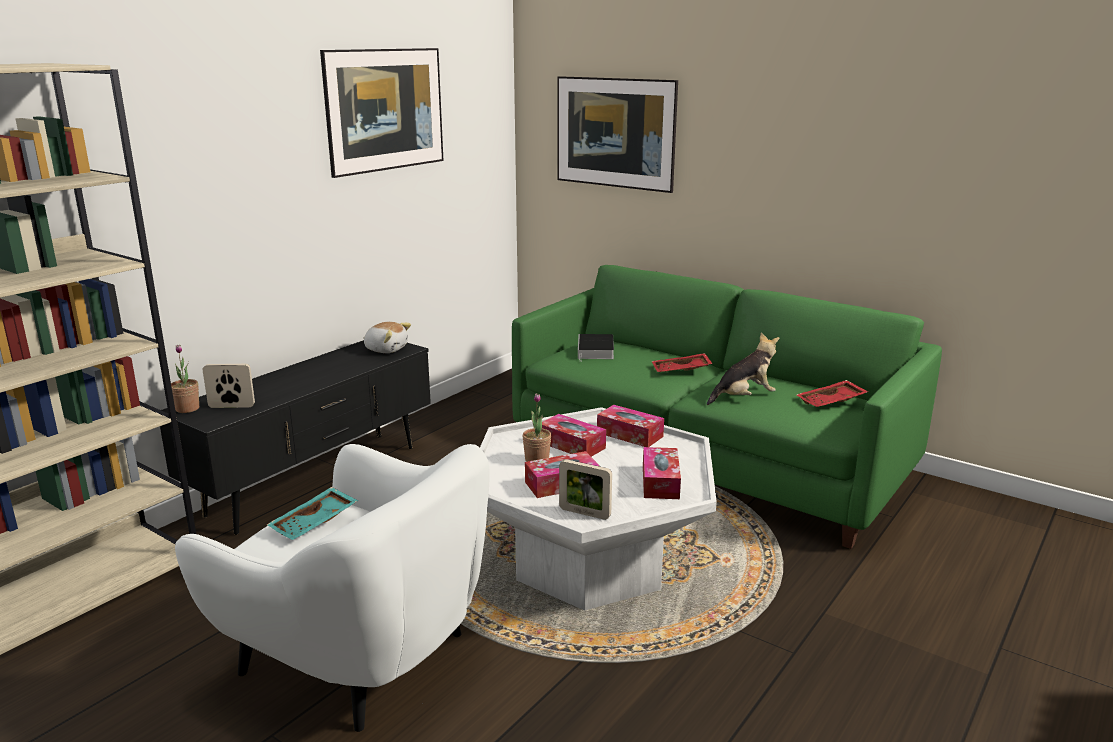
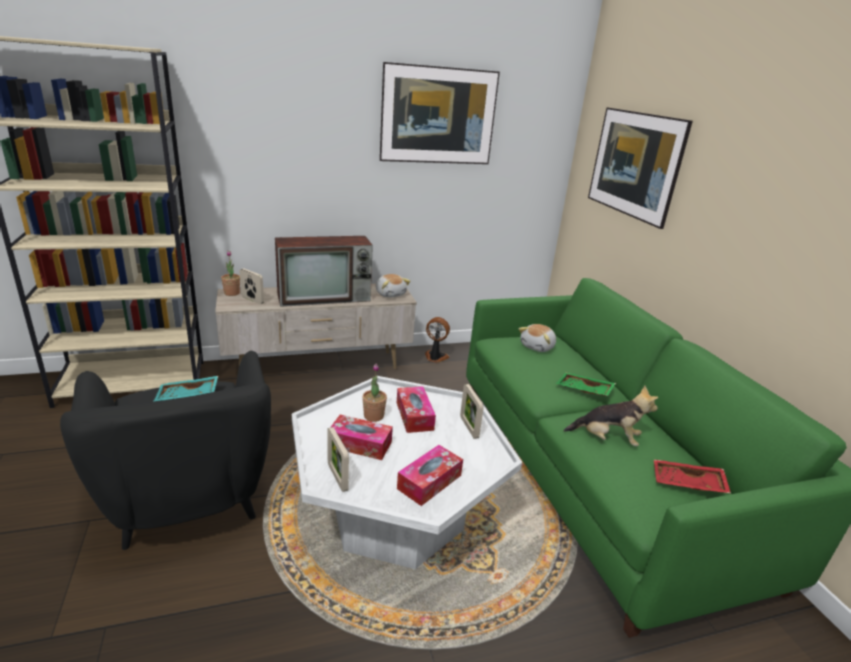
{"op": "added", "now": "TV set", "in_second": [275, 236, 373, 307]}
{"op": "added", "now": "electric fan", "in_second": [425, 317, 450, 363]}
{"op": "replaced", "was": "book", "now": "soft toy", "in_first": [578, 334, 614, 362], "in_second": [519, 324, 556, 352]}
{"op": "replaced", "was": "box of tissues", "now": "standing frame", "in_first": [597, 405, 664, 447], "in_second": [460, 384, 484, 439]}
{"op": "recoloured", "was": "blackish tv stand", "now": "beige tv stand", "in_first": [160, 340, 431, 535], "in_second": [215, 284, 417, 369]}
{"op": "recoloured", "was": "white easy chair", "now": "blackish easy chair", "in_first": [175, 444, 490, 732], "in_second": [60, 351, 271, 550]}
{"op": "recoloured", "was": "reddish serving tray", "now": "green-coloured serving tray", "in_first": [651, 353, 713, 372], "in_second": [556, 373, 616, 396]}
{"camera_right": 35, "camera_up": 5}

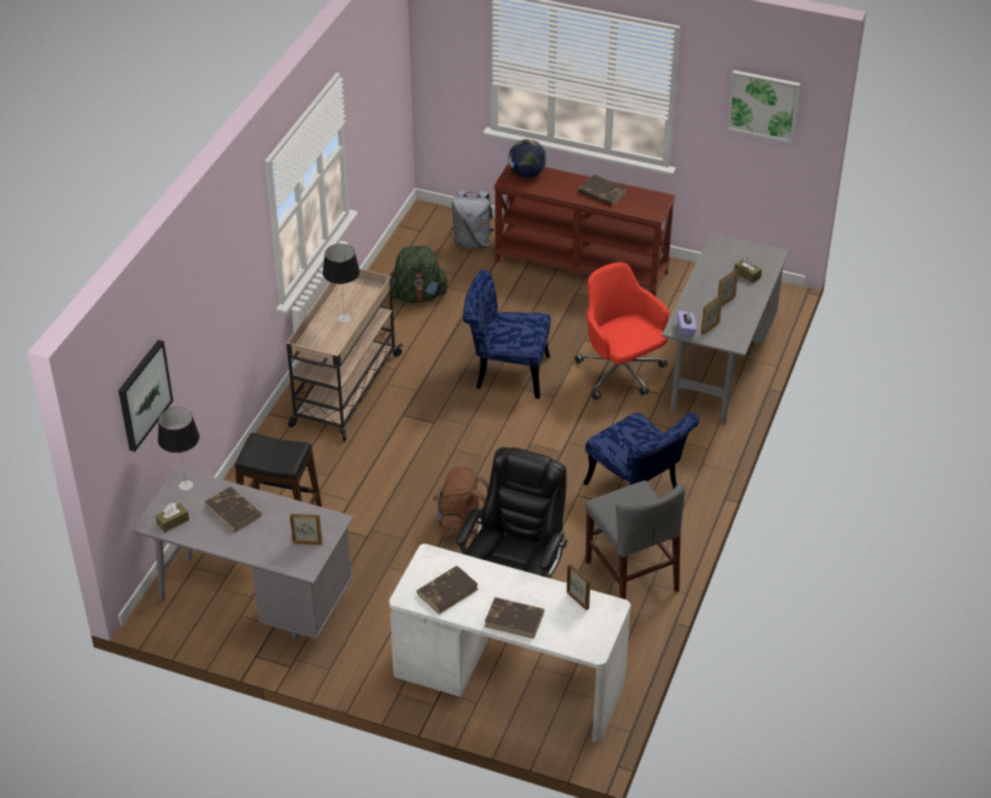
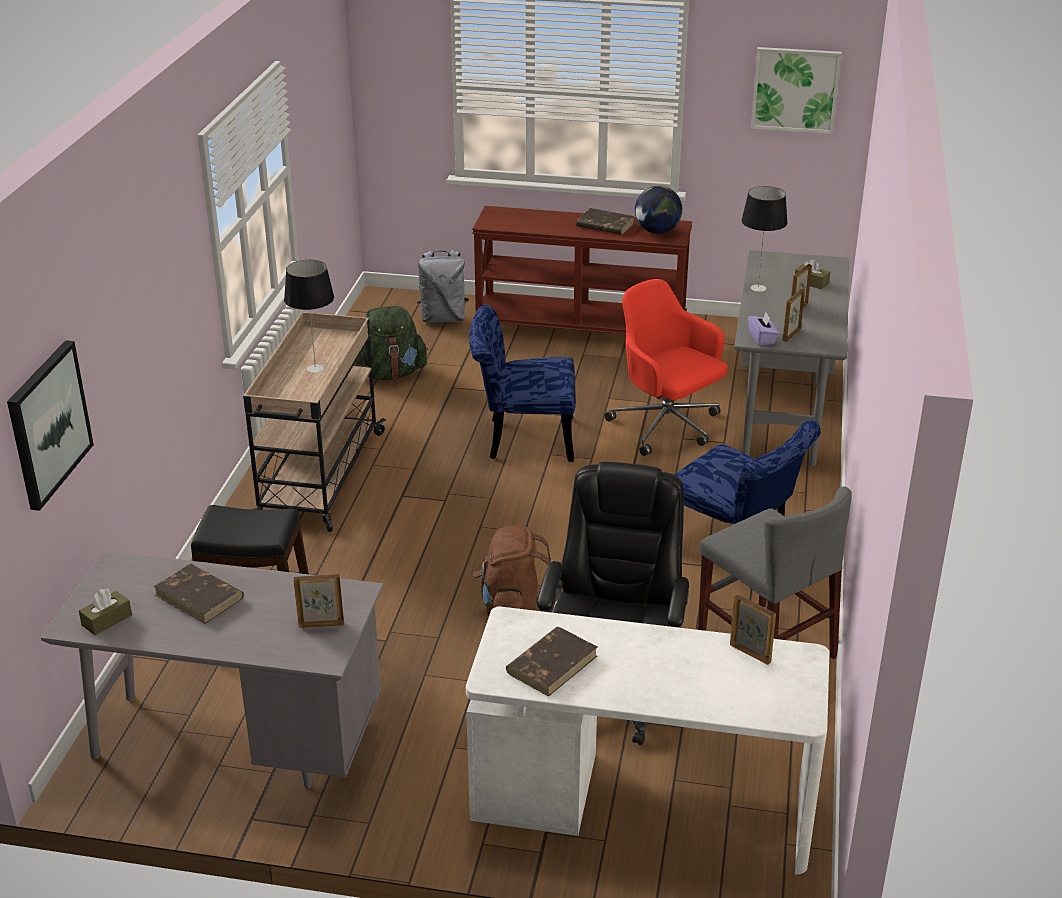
{"op": "removed", "was": "brownish book", "in_first": [484, 597, 544, 639]}
{"op": "moved", "was": "tabletop lamp", "in_first": [158, 407, 200, 491], "in_second": [741, 186, 788, 292]}
{"op": "moved", "was": "globe", "in_first": [508, 139, 547, 178], "in_second": [635, 186, 682, 234]}
{"camera_right": -10, "camera_up": -10}

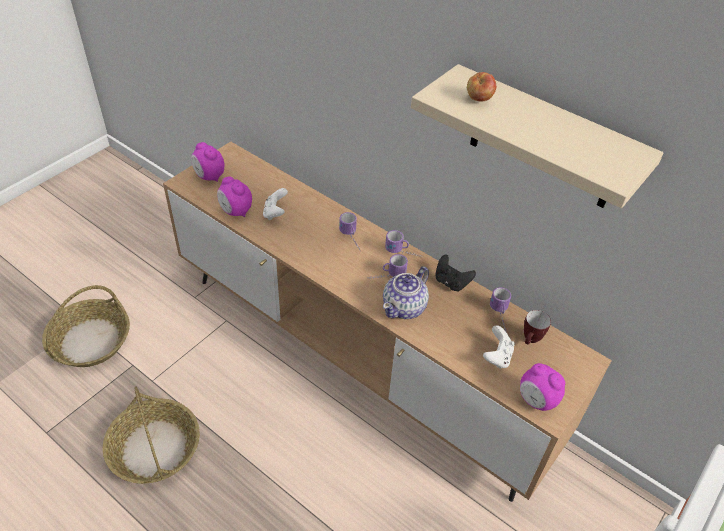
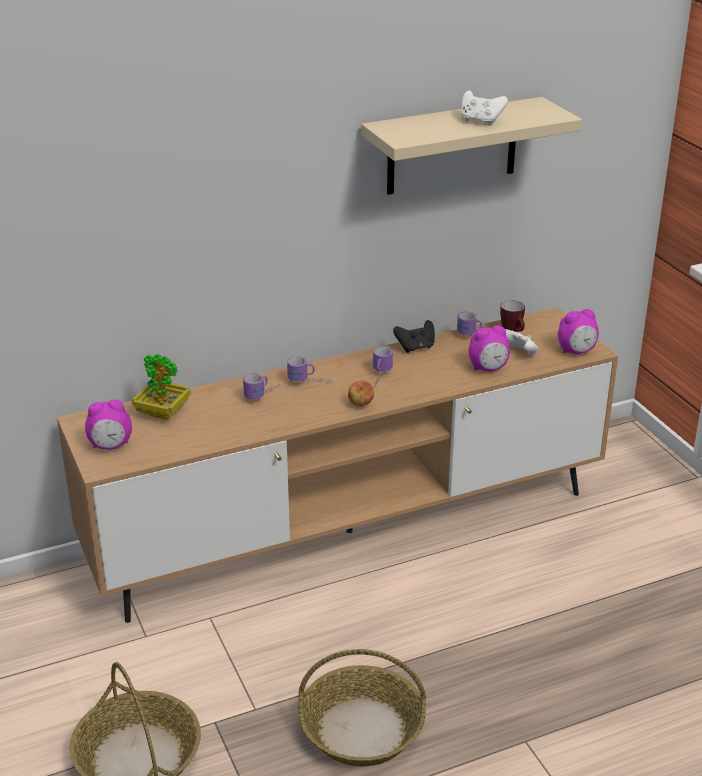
{"op": "removed", "was": "teapot", "in_first": [383, 266, 429, 319]}
{"op": "added", "now": "plant in a pot", "in_second": [132, 354, 191, 420]}
{"op": "moved", "was": "alarm clock", "in_first": [217, 176, 252, 217], "in_second": [469, 325, 510, 372]}
{"op": "moved", "was": "white joypad", "in_first": [263, 188, 288, 220], "in_second": [461, 90, 508, 125]}
{"op": "moved", "was": "tea mug", "in_first": [385, 230, 421, 257], "in_second": [243, 373, 279, 399]}
{"op": "moved", "was": "apple fruit", "in_first": [467, 72, 496, 102], "in_second": [348, 380, 374, 407]}
{"camera_right": -60, "camera_up": -15}

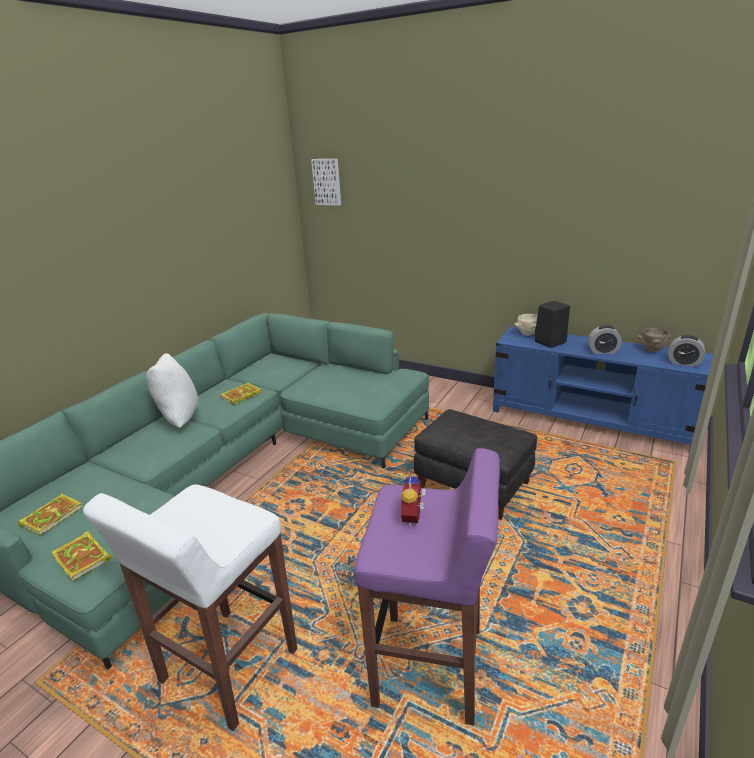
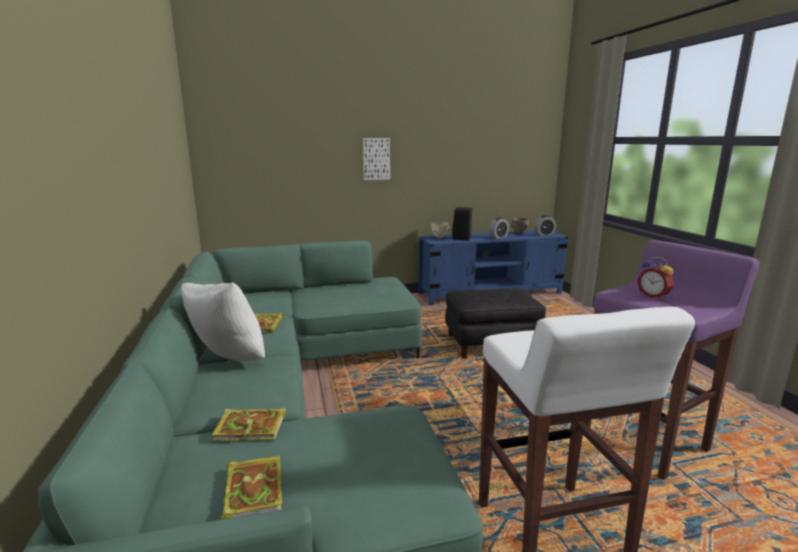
{"op": "moved", "was": "book", "in_first": [51, 531, 112, 581], "in_second": [212, 408, 286, 441]}
{"op": "moved", "was": "wall picture", "in_first": [311, 159, 341, 206], "in_second": [363, 138, 390, 180]}
{"camera_right": -45, "camera_up": -10}

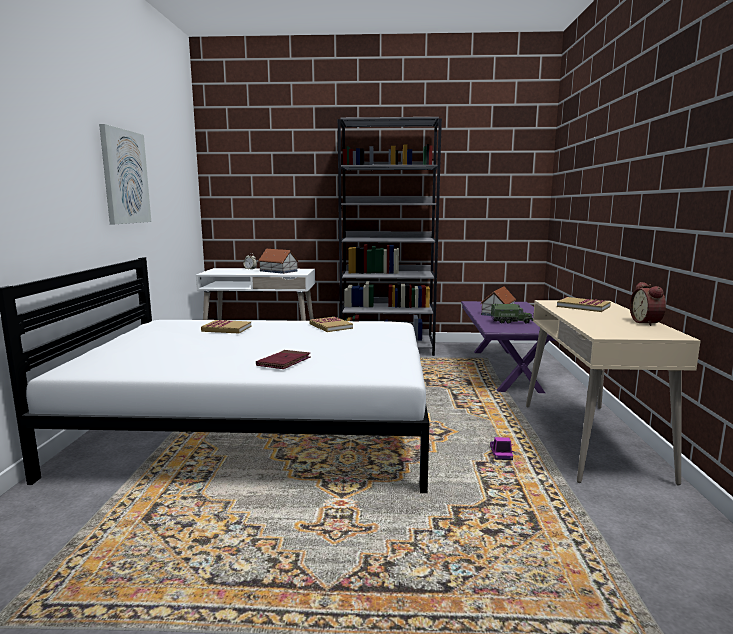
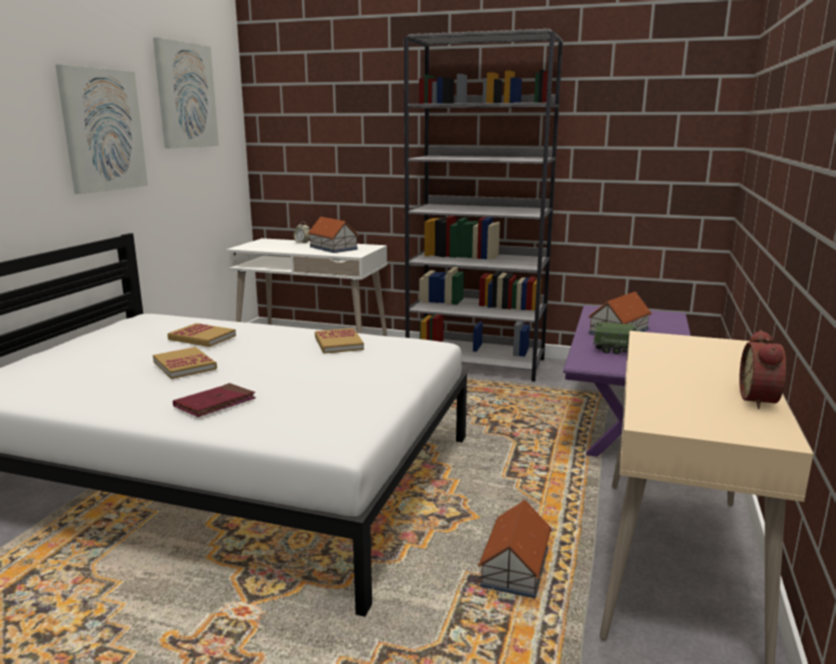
{"op": "added", "now": "wall picture", "in_second": [153, 37, 219, 148]}
{"op": "moved", "was": "book", "in_first": [557, 297, 611, 312], "in_second": [153, 347, 217, 379]}
{"op": "replaced", "was": "toy truck", "now": "toy house", "in_first": [490, 437, 514, 460], "in_second": [478, 500, 552, 599]}
{"camera_right": 15, "camera_up": 5}

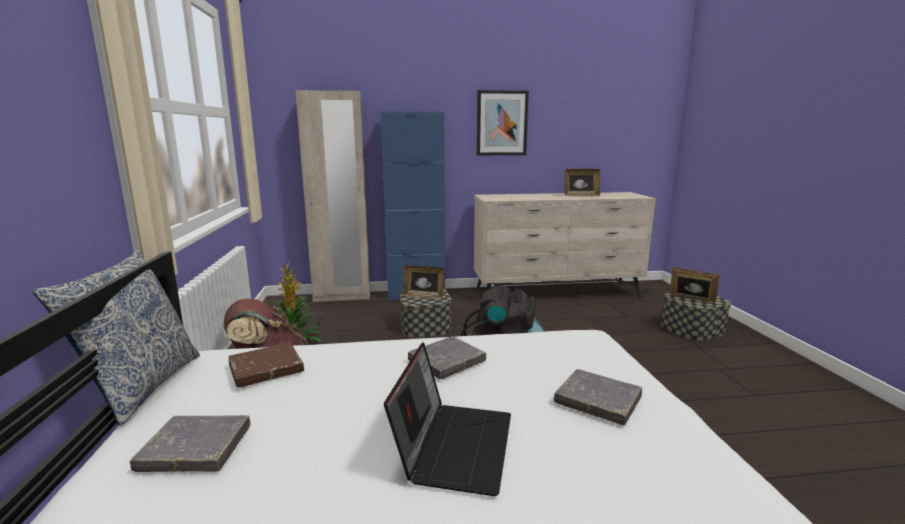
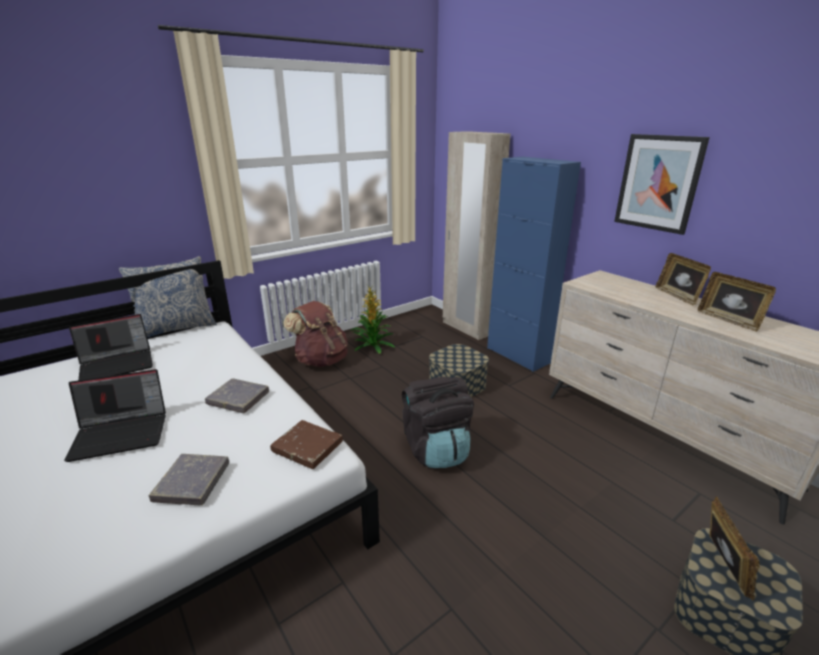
{"op": "moved", "was": "brownish book", "in_first": [229, 343, 304, 387], "in_second": [270, 420, 343, 469]}
{"op": "moved", "was": "standing frame", "in_first": [403, 265, 444, 300], "in_second": [655, 253, 711, 305]}
{"op": "replaced", "was": "gray book", "now": "portable computer", "in_first": [130, 415, 250, 472], "in_second": [69, 314, 153, 380]}
{"camera_right": 60, "camera_up": 10}

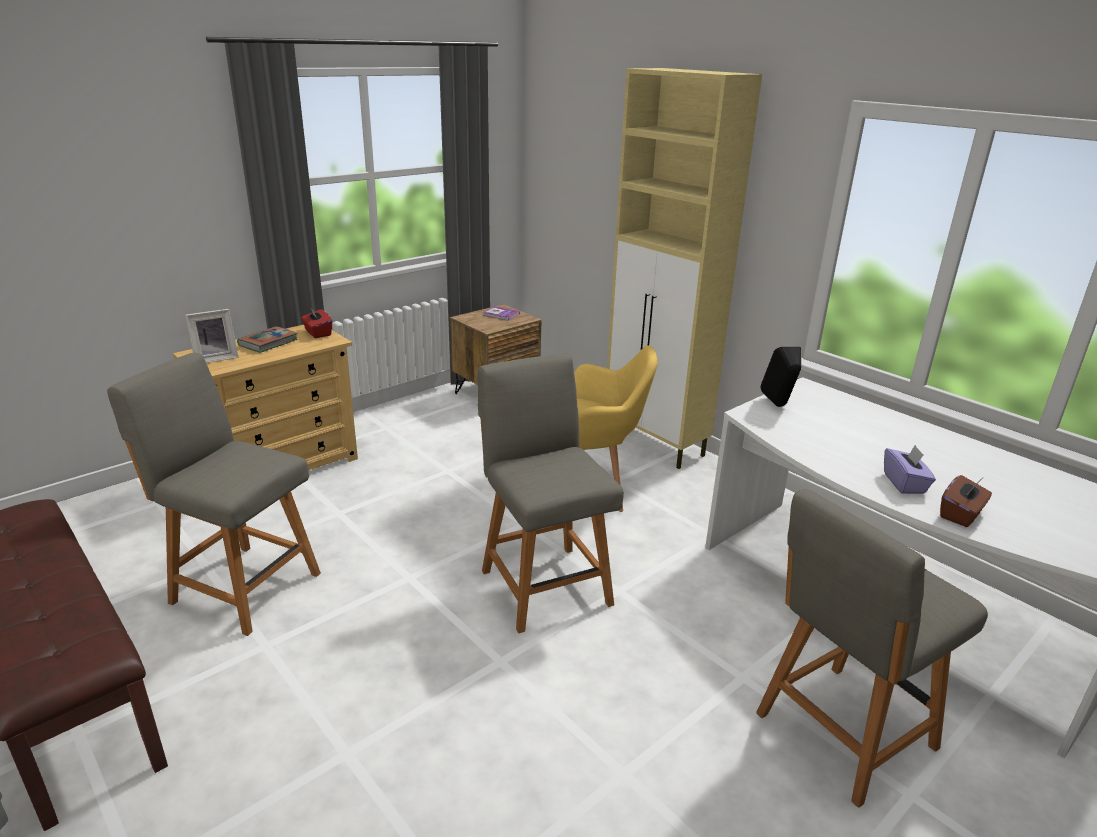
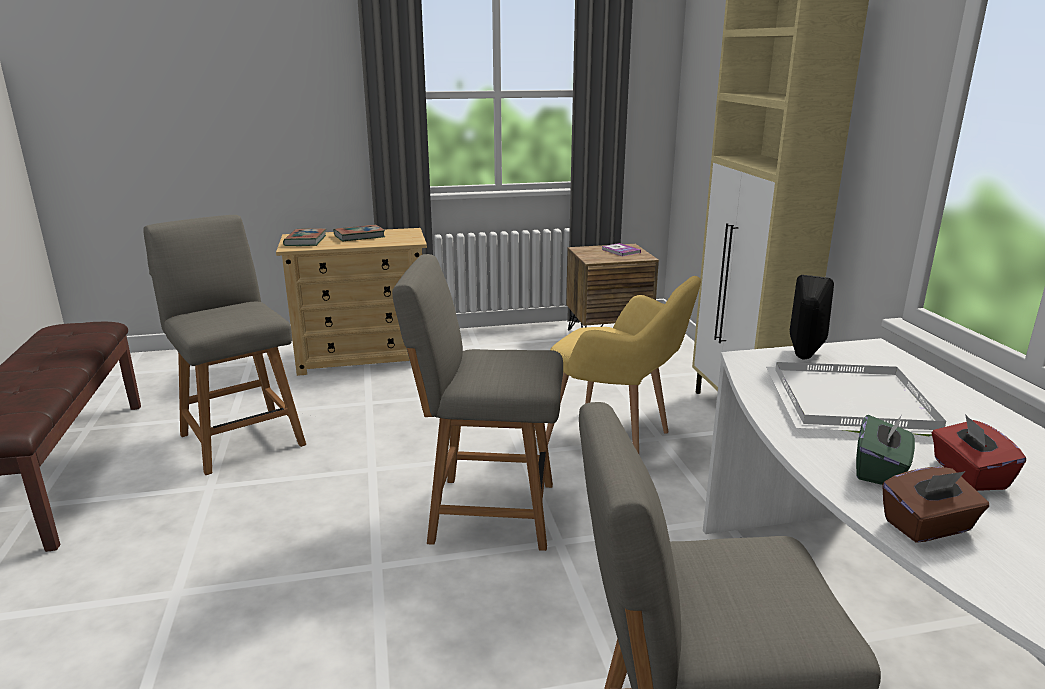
{"op": "added", "now": "white serving tray", "in_second": [766, 362, 949, 436]}
{"op": "moved", "was": "reddish box of tissues", "in_first": [301, 307, 332, 338], "in_second": [932, 414, 1026, 491]}
{"op": "replaced", "was": "standing frame", "now": "book", "in_first": [185, 309, 239, 363], "in_second": [283, 228, 326, 246]}
{"op": "recoloured", "was": "purple box of tissues", "now": "green-coloured box of tissues", "in_first": [884, 445, 936, 494], "in_second": [856, 415, 915, 485]}
{"op": "turned", "was": "gray chair", "in_first": [477, 354, 624, 633], "in_second": [392, 254, 563, 551], "clockwise": -90}
{"camera_right": 30, "camera_up": -5}

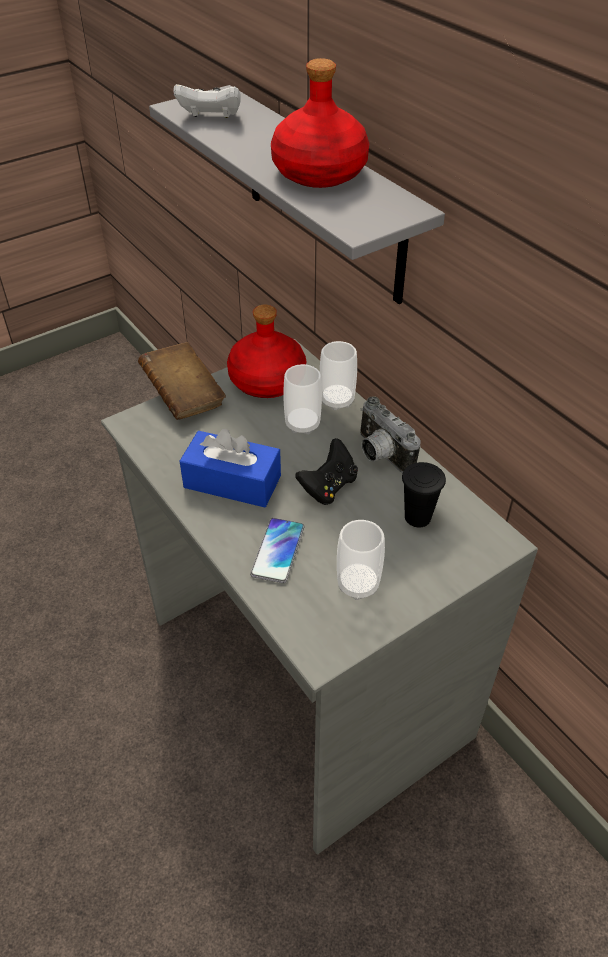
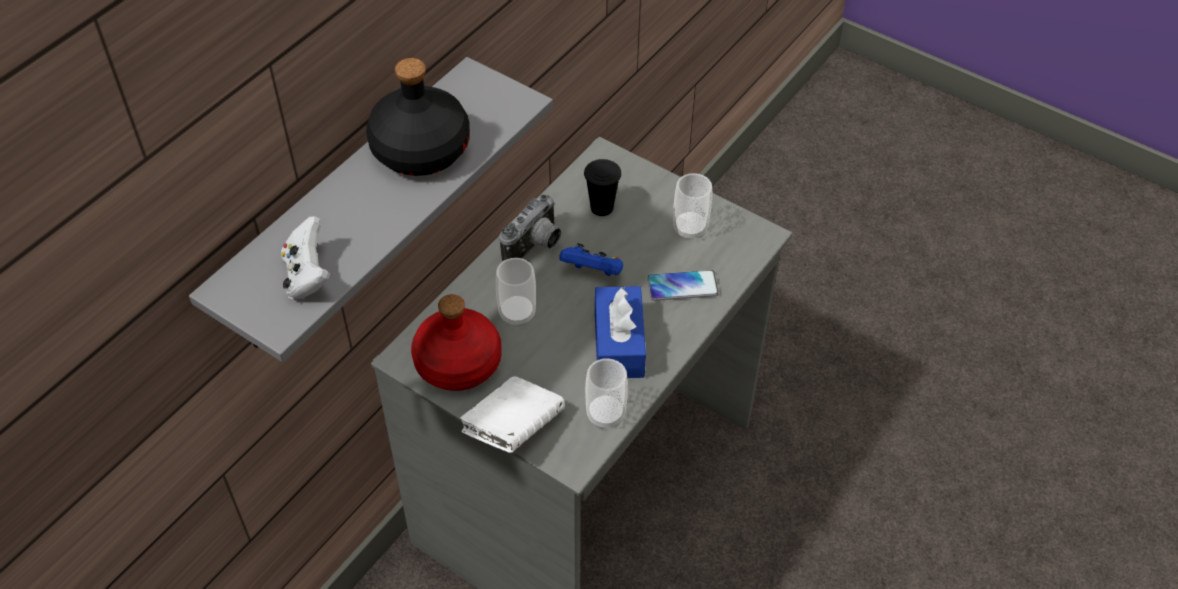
{"op": "moved", "was": "drinking cup", "in_first": [320, 341, 357, 411], "in_second": [585, 359, 628, 429]}
{"op": "recoloured", "was": "brownish book", "now": "white book", "in_first": [138, 342, 226, 420], "in_second": [460, 376, 565, 453]}
{"op": "recoloured", "was": "reddish bottle", "now": "blackish bottle", "in_first": [271, 58, 369, 188], "in_second": [366, 58, 470, 176]}
{"op": "recoloured", "was": "blackish joypad", "now": "bluish joypad", "in_first": [296, 438, 358, 505], "in_second": [559, 243, 623, 276]}
{"camera_right": -110, "camera_up": 5}

